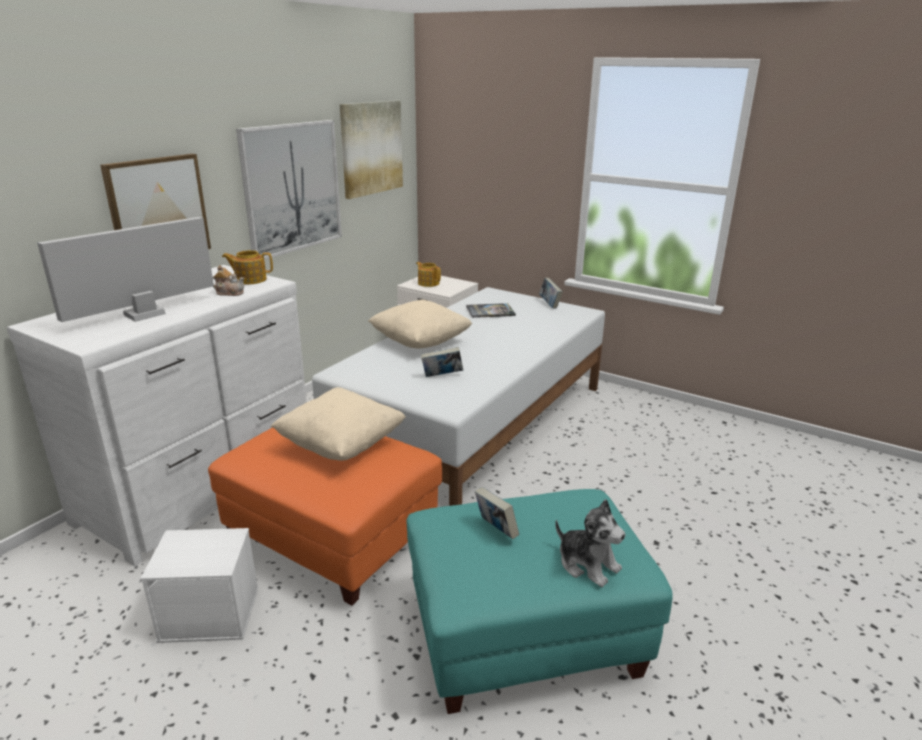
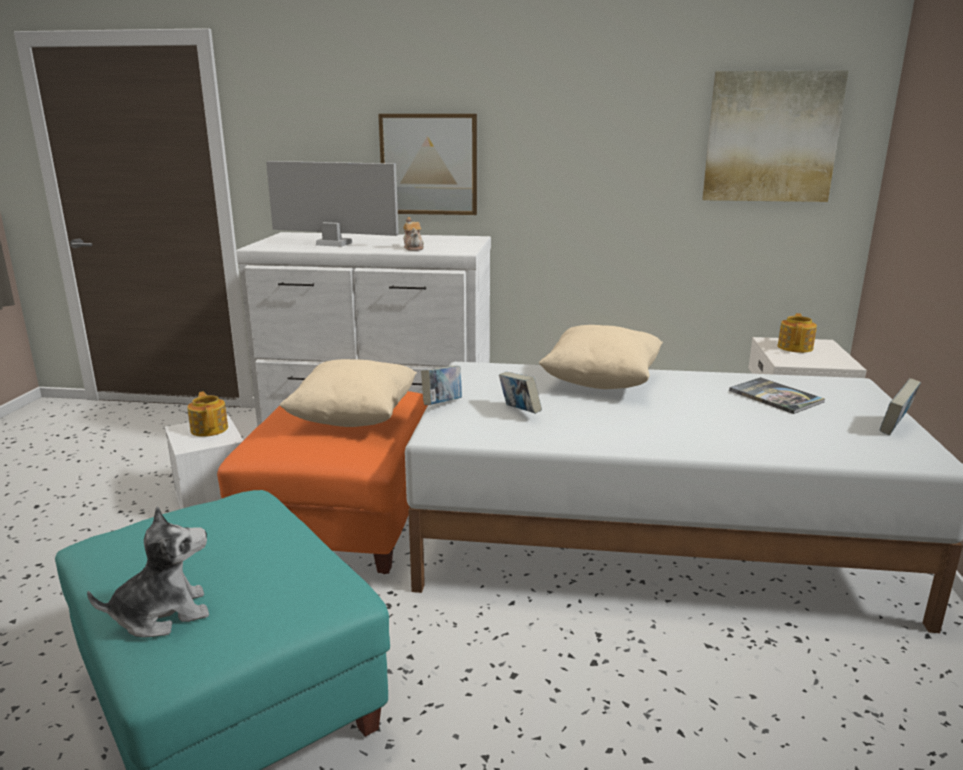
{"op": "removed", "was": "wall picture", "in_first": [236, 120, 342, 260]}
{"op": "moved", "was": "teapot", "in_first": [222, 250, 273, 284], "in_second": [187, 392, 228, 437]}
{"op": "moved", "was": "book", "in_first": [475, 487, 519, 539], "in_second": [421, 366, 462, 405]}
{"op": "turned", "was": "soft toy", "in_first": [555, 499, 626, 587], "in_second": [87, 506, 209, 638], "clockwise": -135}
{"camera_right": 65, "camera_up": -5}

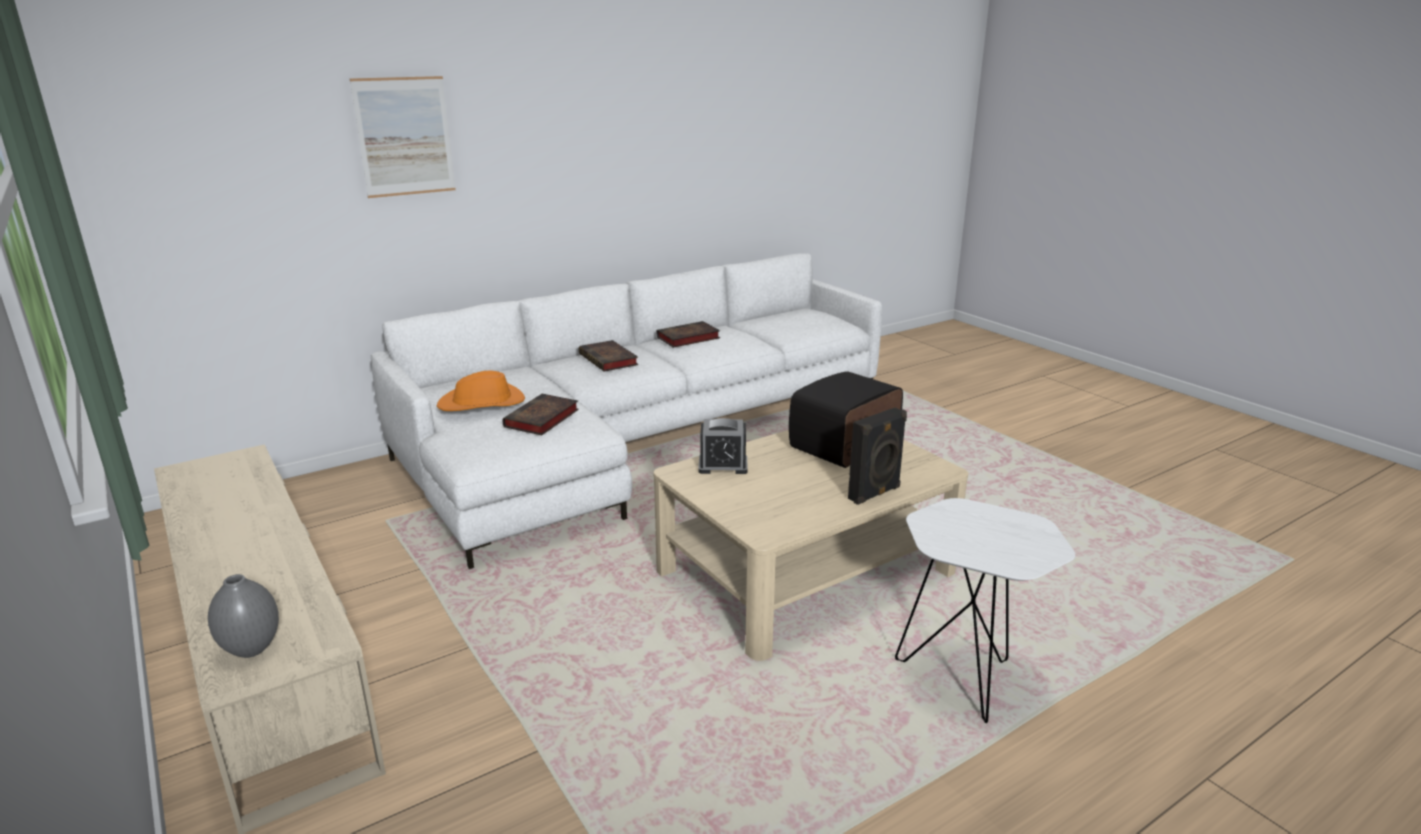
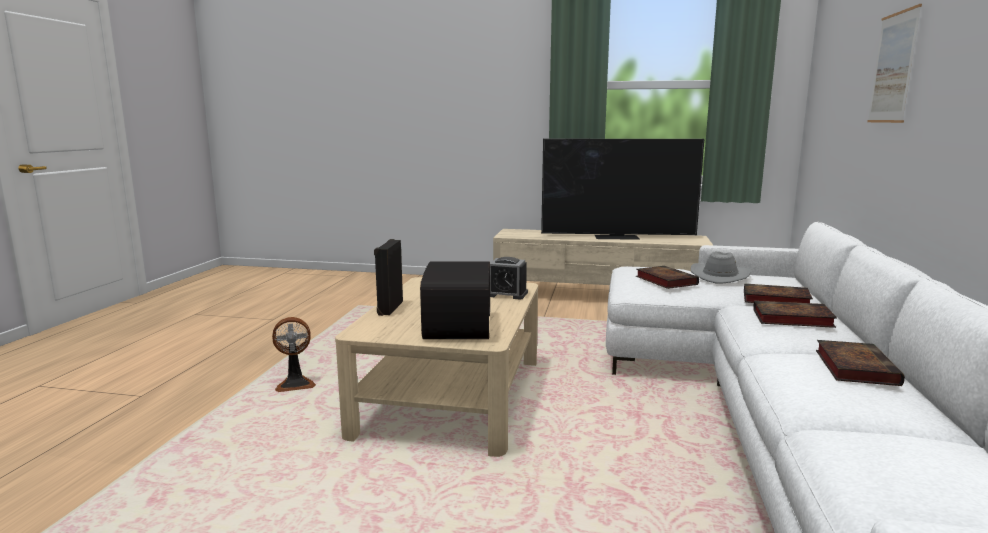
{"op": "removed", "was": "gray flower vase", "in_first": [208, 574, 279, 658]}
{"op": "added", "now": "TV set", "in_second": [541, 139, 704, 240]}
{"op": "added", "now": "book", "in_second": [744, 283, 813, 303]}
{"op": "replaced", "was": "white side table", "now": "electric fan", "in_first": [895, 498, 1075, 723], "in_second": [272, 317, 316, 392]}
{"op": "recoloured", "was": "orangey wearable hat", "now": "gray wearable hat", "in_first": [437, 371, 525, 411], "in_second": [691, 251, 752, 283]}
{"op": "turned", "was": "alarm clock", "in_first": [698, 418, 748, 474], "in_second": [490, 257, 528, 300], "clockwise": -120}
{"camera_right": 135, "camera_up": -10}

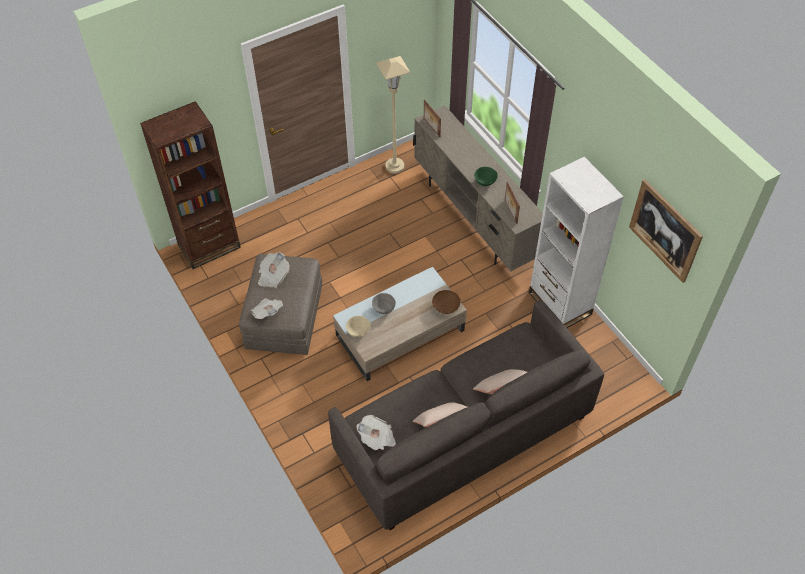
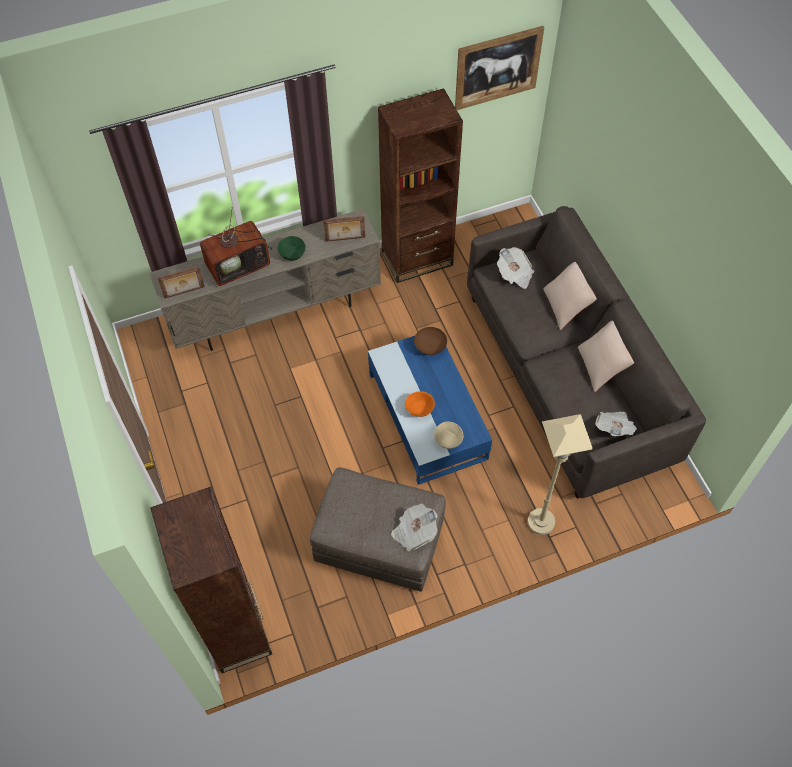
{"op": "added", "now": "TV set", "in_second": [200, 207, 273, 286]}
{"op": "moved", "was": "newspaper", "in_first": [258, 252, 290, 288], "in_second": [497, 247, 534, 289]}
{"op": "moved", "was": "beige standard lamp", "in_first": [376, 56, 410, 174], "in_second": [528, 414, 593, 535]}
{"op": "recoloured", "was": "beige lounge table", "now": "bluish lounge table", "in_first": [333, 267, 467, 381], "in_second": [368, 336, 492, 485]}
{"op": "recoloured", "was": "gray bowl", "now": "orangey bowl", "in_first": [372, 293, 396, 314], "in_second": [405, 391, 435, 417]}
{"op": "recoloured", "was": "white shelving unit", "now": "brownish shelving unit", "in_first": [529, 157, 624, 328], "in_second": [378, 88, 463, 283]}
{"camera_right": -80, "camera_up": 5}

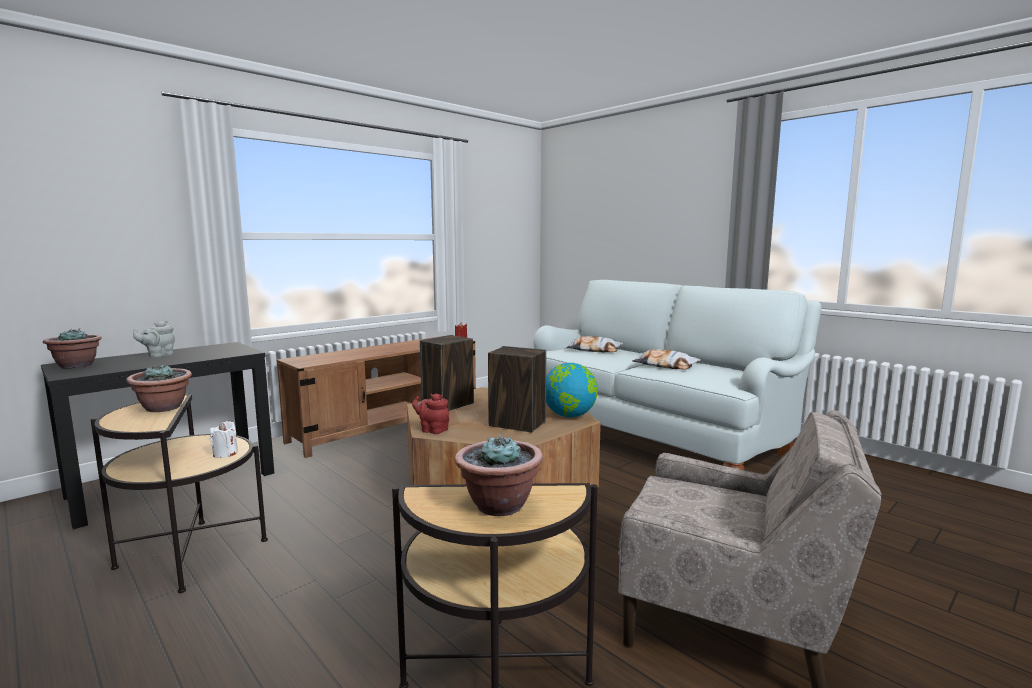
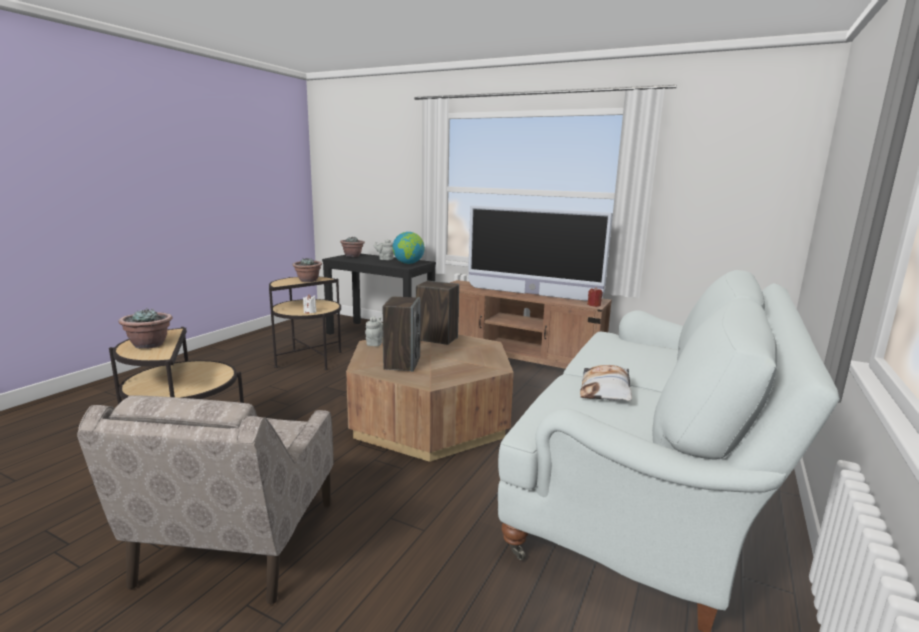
{"op": "removed", "was": "pillow", "in_first": [566, 336, 623, 352]}
{"op": "added", "now": "TV set", "in_second": [468, 206, 613, 301]}
{"op": "moved", "was": "globe", "in_first": [546, 363, 598, 417], "in_second": [392, 232, 425, 264]}
{"op": "recoloured", "was": "reddish teapot", "now": "gray teapot", "in_first": [412, 394, 449, 434], "in_second": [365, 316, 383, 346]}
{"camera_right": 70, "camera_up": 5}

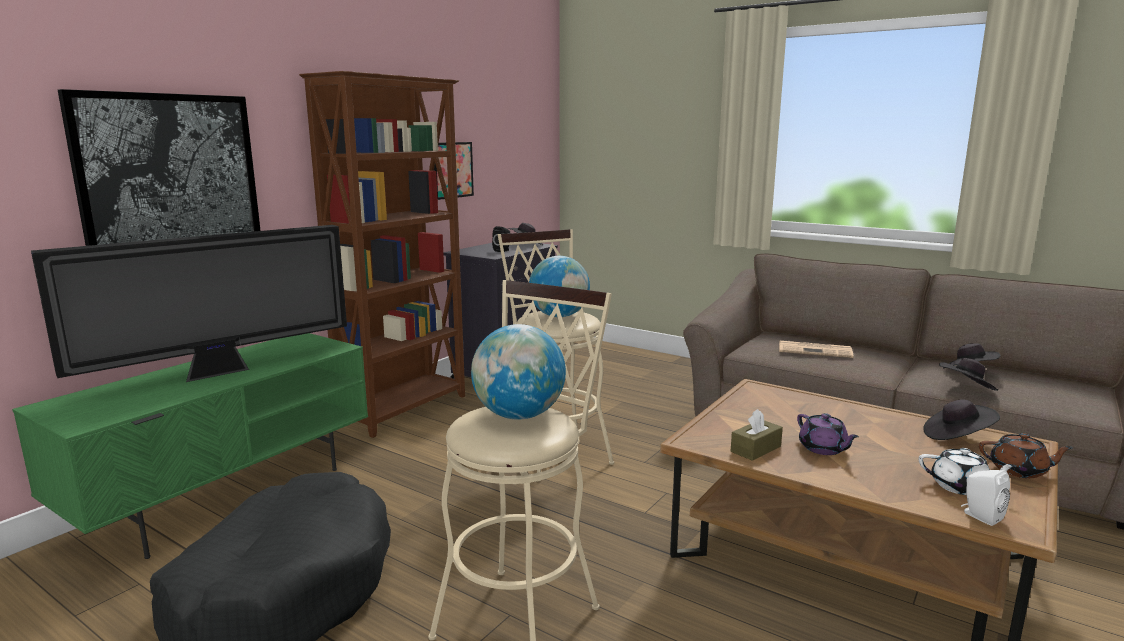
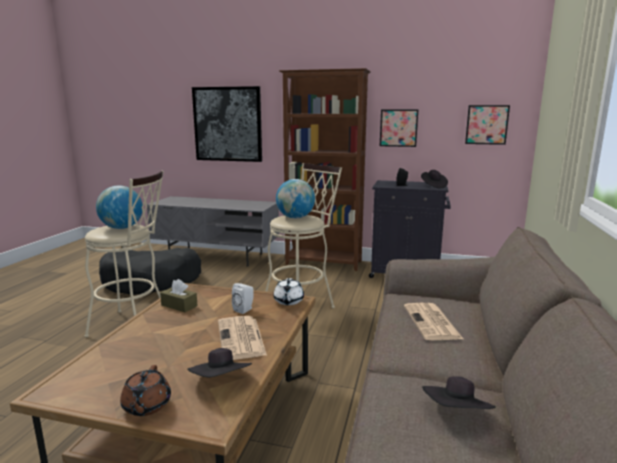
{"op": "removed", "was": "TV set", "in_first": [31, 225, 347, 382]}
{"op": "removed", "was": "purple teapot", "in_first": [797, 413, 859, 455]}
{"op": "removed", "was": "blackish wearable hat", "in_first": [939, 358, 998, 391]}
{"op": "added", "now": "newspaper", "in_second": [218, 316, 267, 360]}
{"op": "added", "now": "wall picture", "in_second": [465, 105, 510, 145]}
{"op": "moved", "was": "white teapot", "in_first": [919, 448, 1017, 495], "in_second": [273, 278, 304, 305]}
{"op": "moved", "was": "white loudspeaker", "in_first": [961, 470, 1010, 526], "in_second": [232, 283, 254, 314]}
{"op": "recoloured", "was": "green-coloured tv stand", "now": "gray tv stand", "in_first": [12, 333, 368, 559], "in_second": [147, 196, 279, 267]}
{"camera_right": 70, "camera_up": 0}

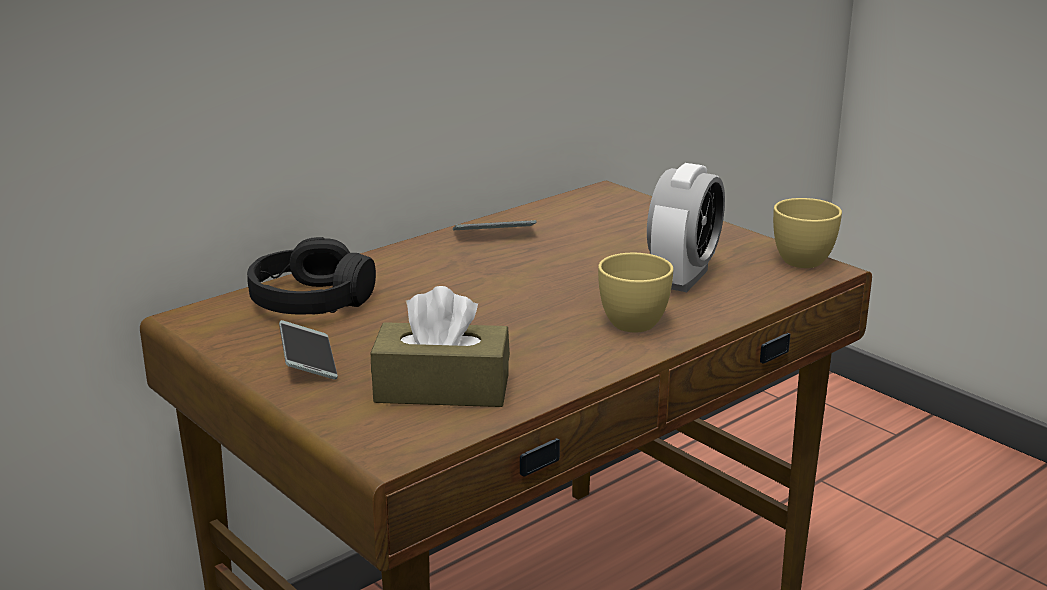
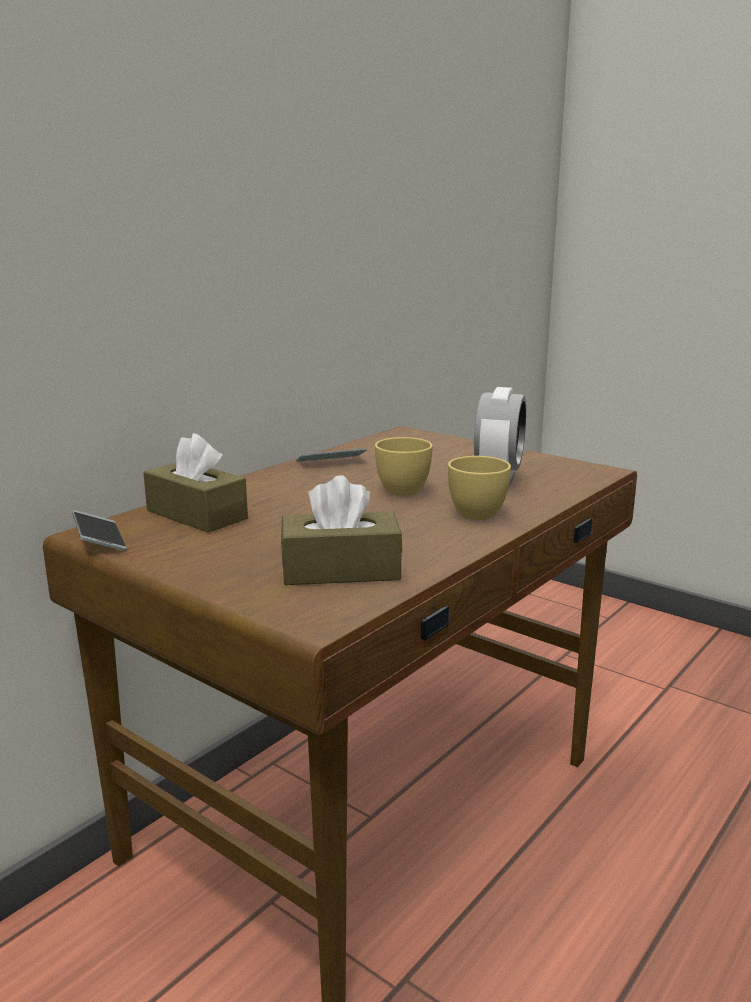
{"op": "moved", "was": "handset", "in_first": [279, 320, 338, 380], "in_second": [72, 510, 127, 551]}
{"op": "moved", "was": "yellowish drinking cup", "in_first": [773, 198, 842, 268], "in_second": [375, 437, 433, 496]}
{"op": "replaced", "was": "blackish headset", "now": "brownish box of tissues", "in_first": [247, 237, 376, 315], "in_second": [143, 433, 248, 532]}
{"camera_right": -10, "camera_up": -5}

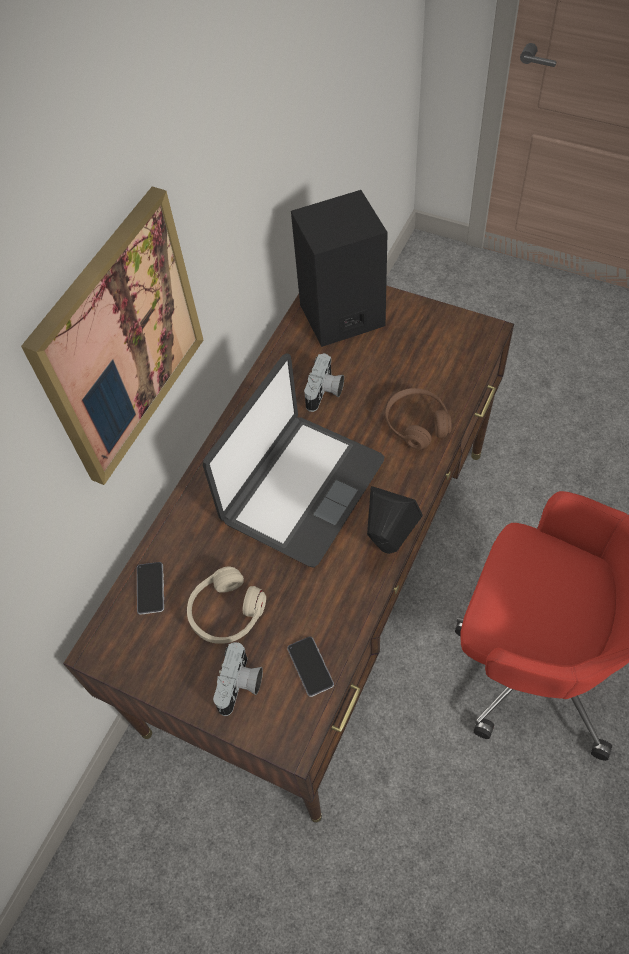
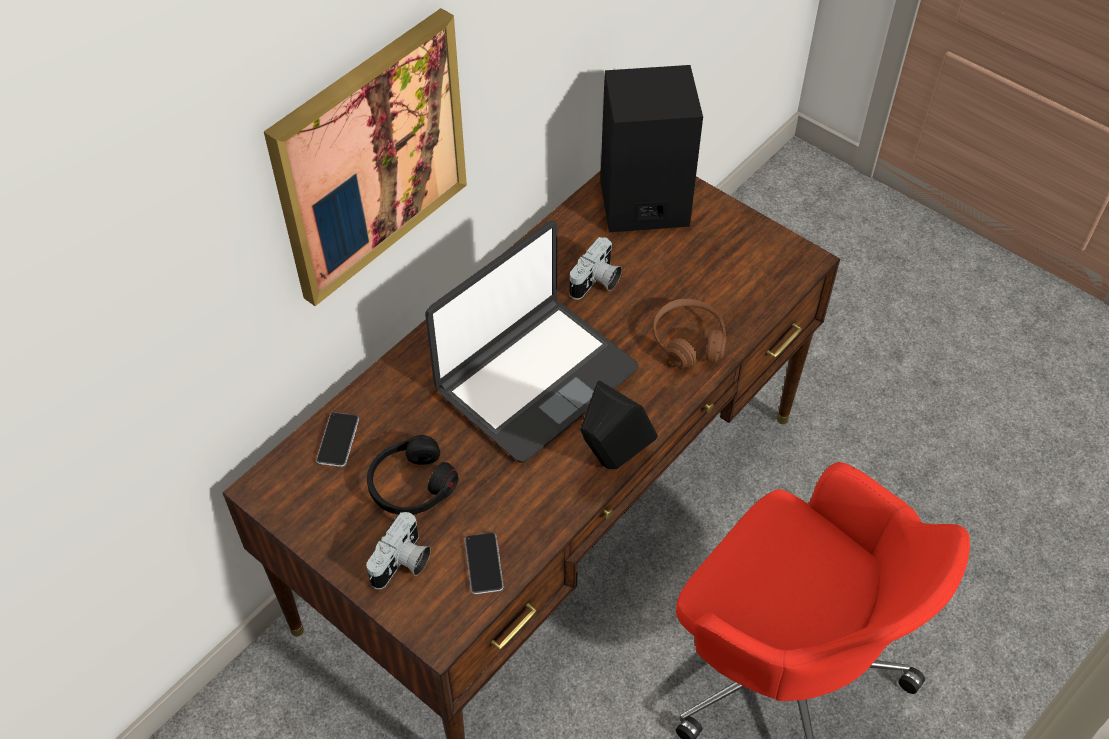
{"op": "recoloured", "was": "beige headset", "now": "blackish headset", "in_first": [187, 566, 266, 644], "in_second": [367, 435, 458, 515]}
{"camera_right": 10, "camera_up": -5}

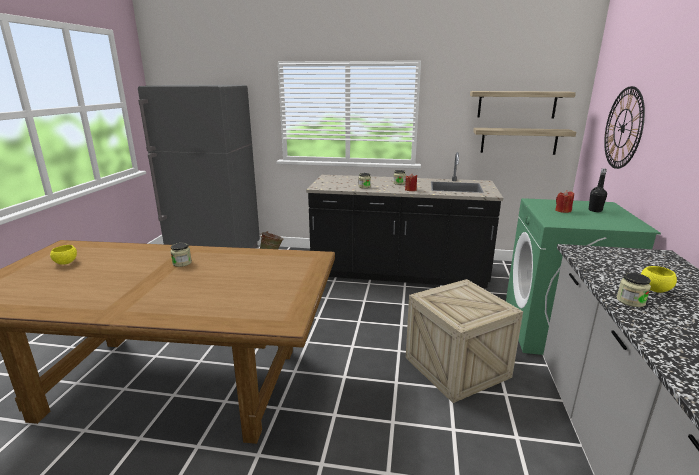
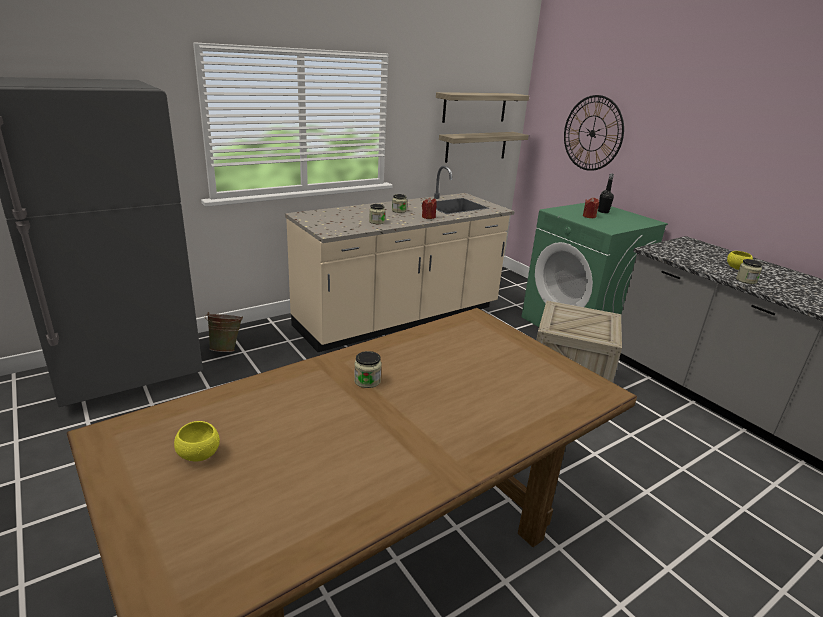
{"op": "recoloured", "was": "blackish kitchen counter", "now": "beige kitchen counter", "in_first": [306, 152, 503, 288], "in_second": [285, 166, 515, 352]}
{"camera_right": -45, "camera_up": 5}

